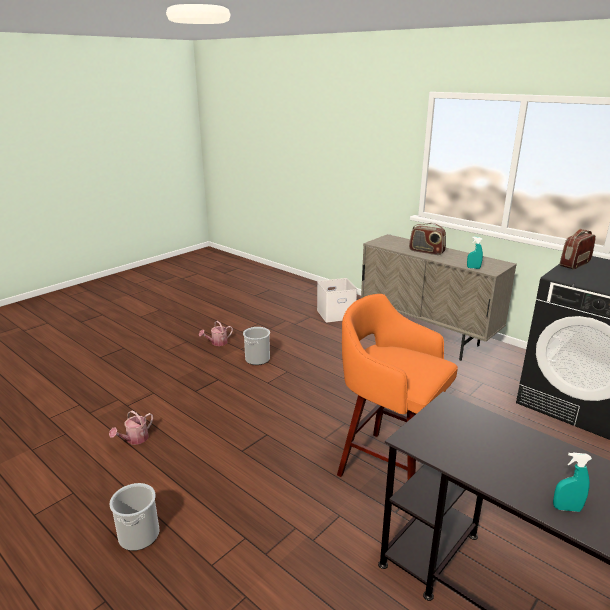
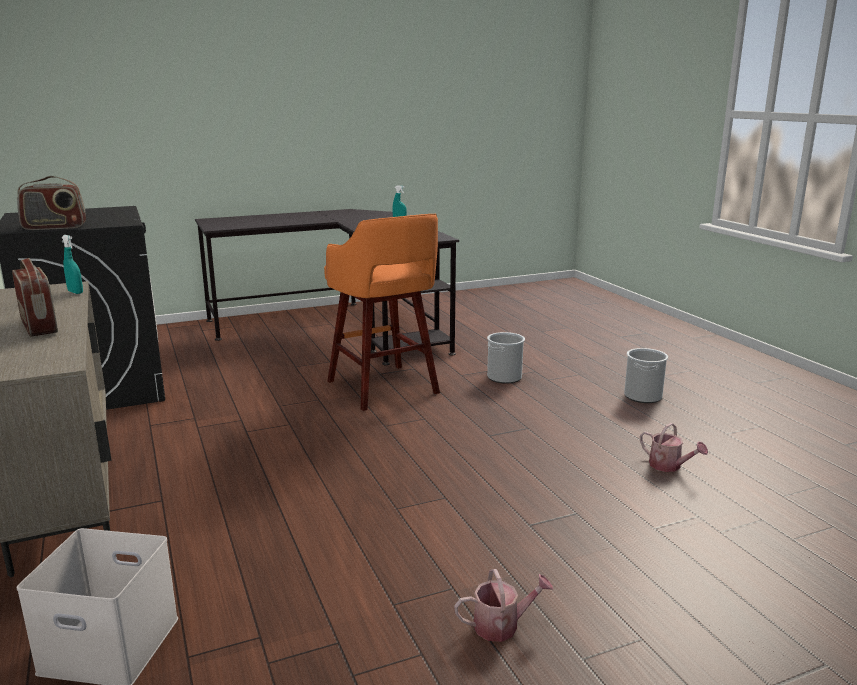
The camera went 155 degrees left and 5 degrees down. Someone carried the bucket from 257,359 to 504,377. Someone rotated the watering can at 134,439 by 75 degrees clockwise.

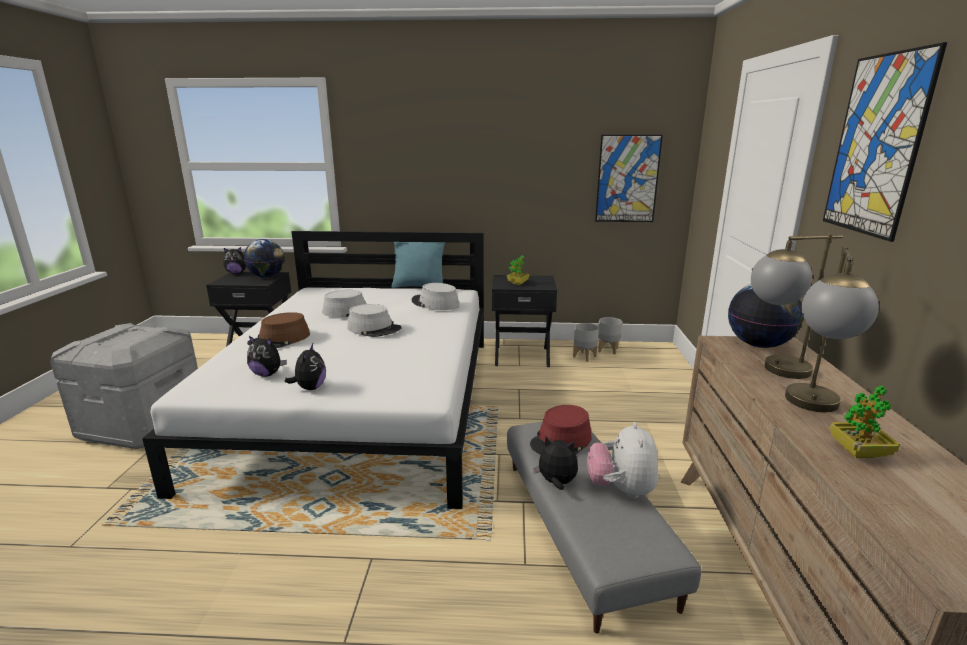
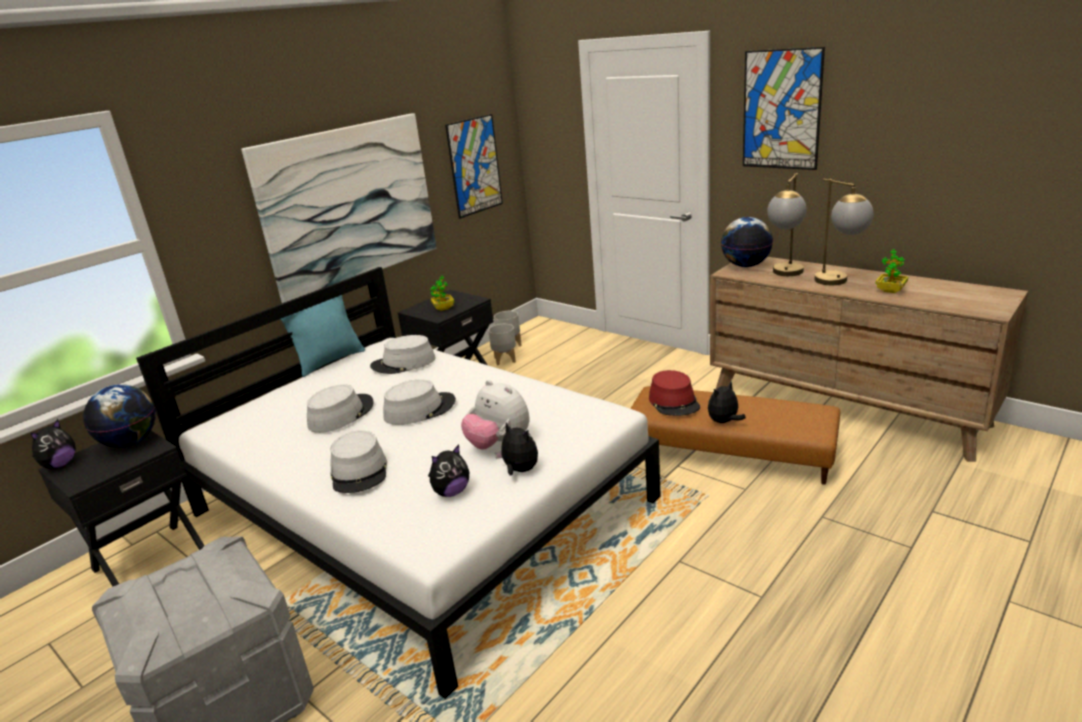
The camera went 50 degrees left and 5 degrees up. Someone put up the wall art at 349,204. Someone repainted the hat/brownish at 280,339, which became the hat/grey at 360,472. Someone carried the plush toy from 621,489 to 499,444. Someone repainted the ottoman/grey at 584,528, which became the ottoman/brownish at 730,451.

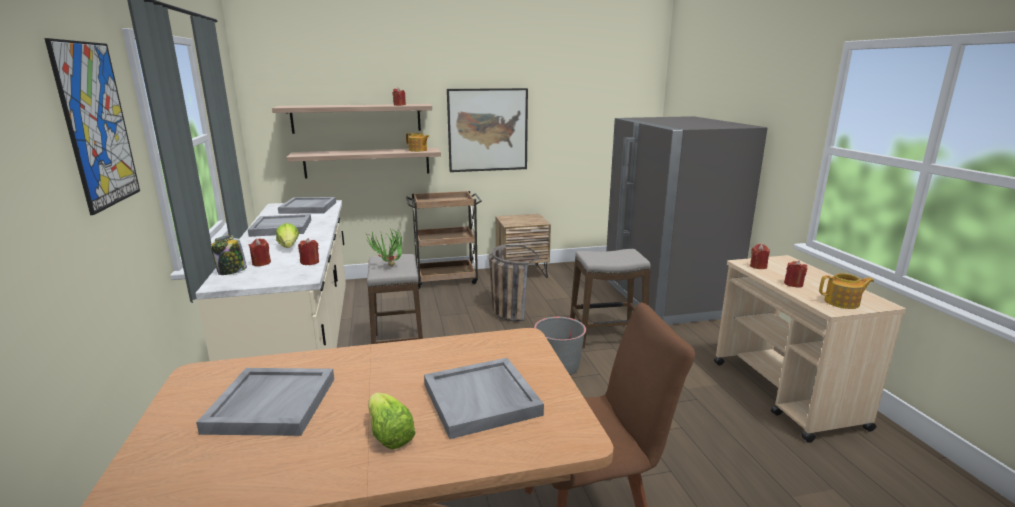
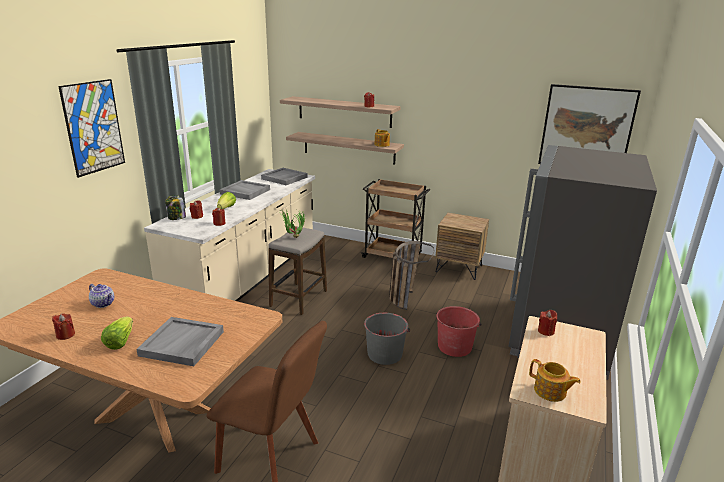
The camera went 35 degrees right and 5 degrees up. Someone carried the wax candle/red from 793,284 to 65,335. Someone swapped the tray/grey at 271,404 for the teapot at 104,304. Someone swapped the stool seat at 606,335 for the bucket/red at 454,346. Someone carried the wall art from 487,130 to 586,128.

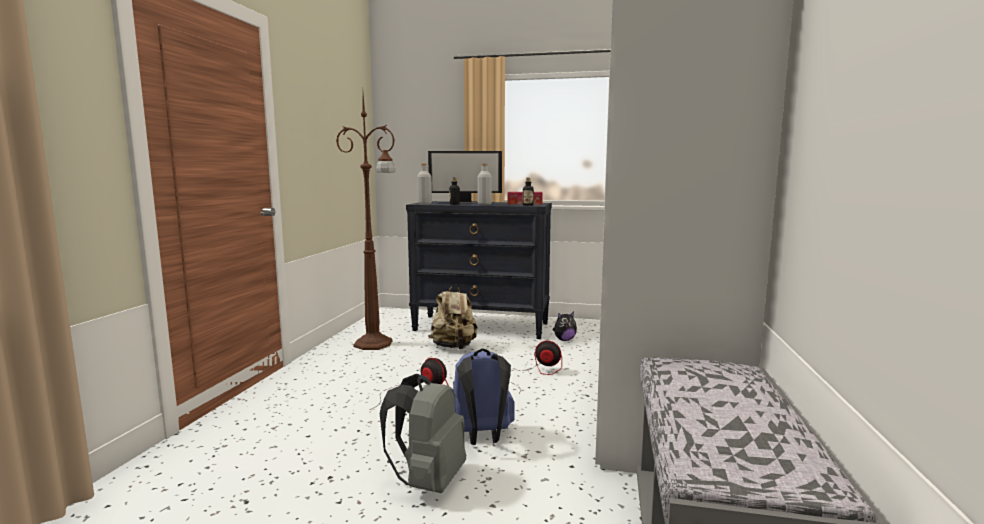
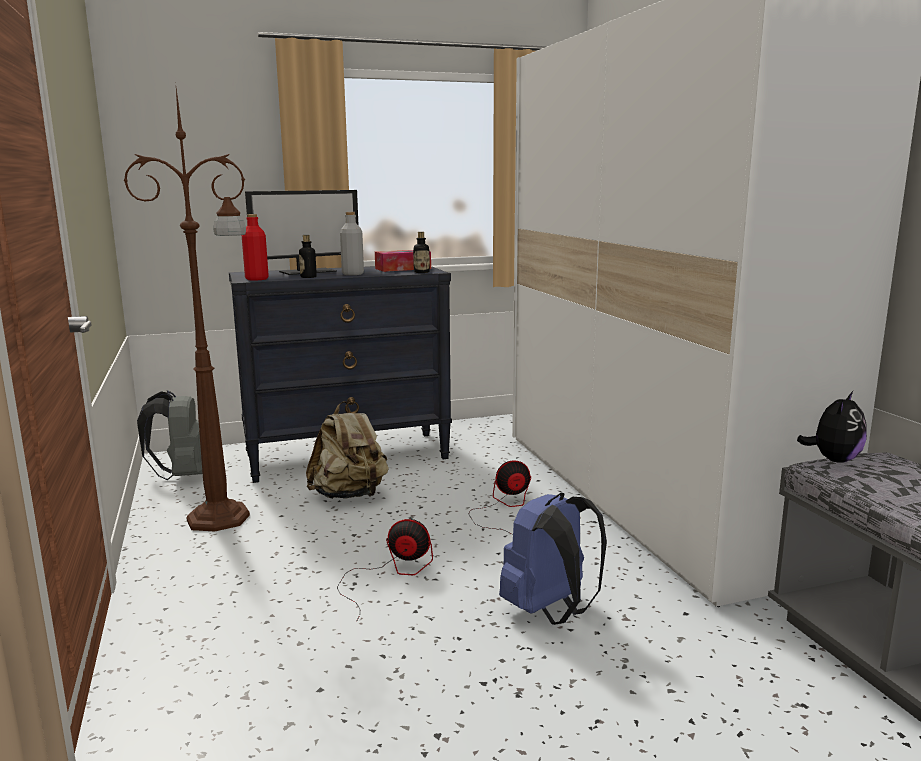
The camera went 30 degrees left and 5 degrees up. Someone carried the knapsack/grey from 428,481 to 182,475. Someone repainted the bottle/grey at 424,203, which became the bottle/red at 257,279. Someone carried the plush toy from 564,340 to 833,460.

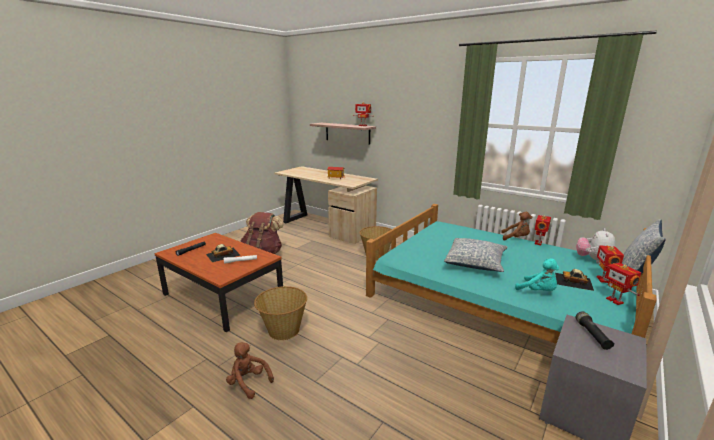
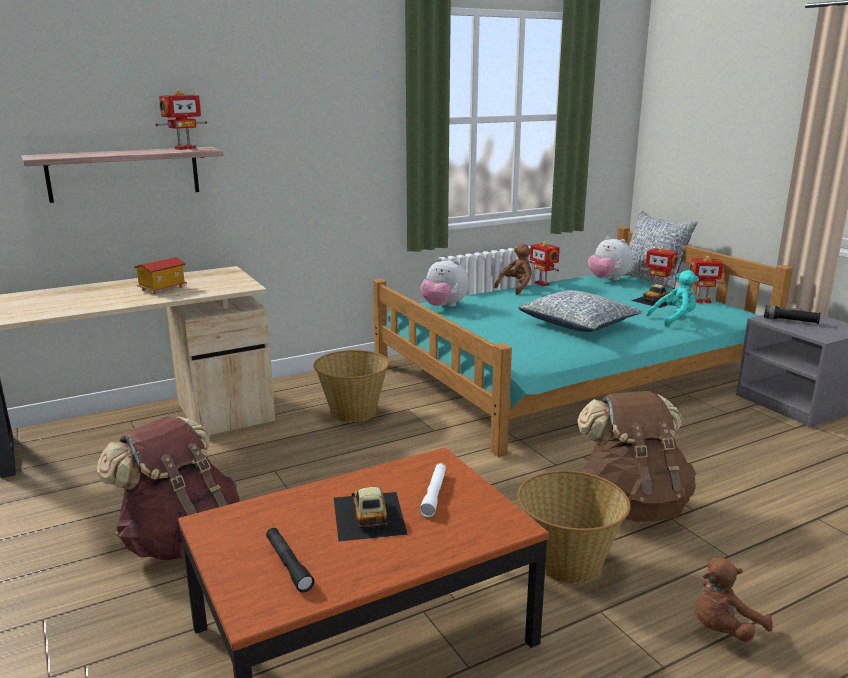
The camera went 65 degrees left and 0 degrees up. Someone put down the plush toy at 443,306. Someone put down the knapsack/brownish at 632,506.

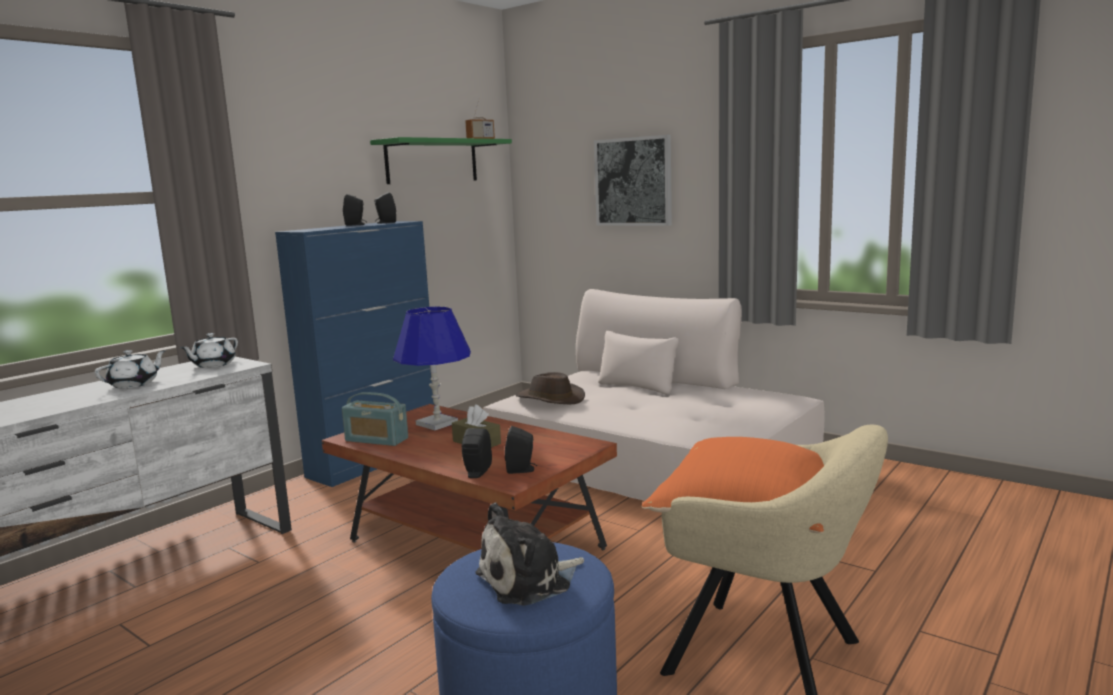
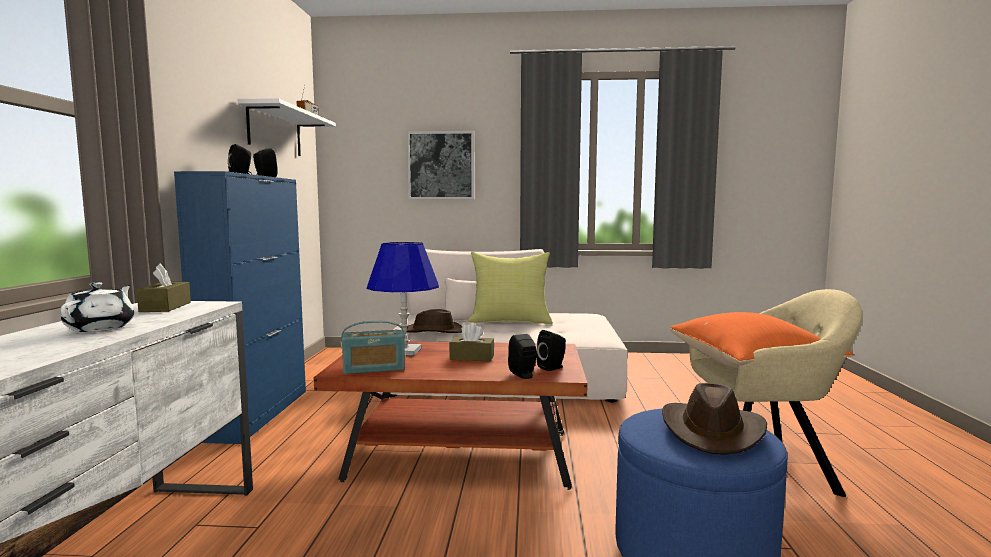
The camera went 35 degrees left and 5 degrees down. Someone swapped the teapot/whitish at 213,365 for the tissue box/brownish at 165,307. Someone repainted the shelf/green at 432,161, which became the shelf/whitish at 275,131. Someone put down the pillow/yellow at 510,321. Someone swapped the plush toy at 529,580 for the hat/brownish at 712,431.

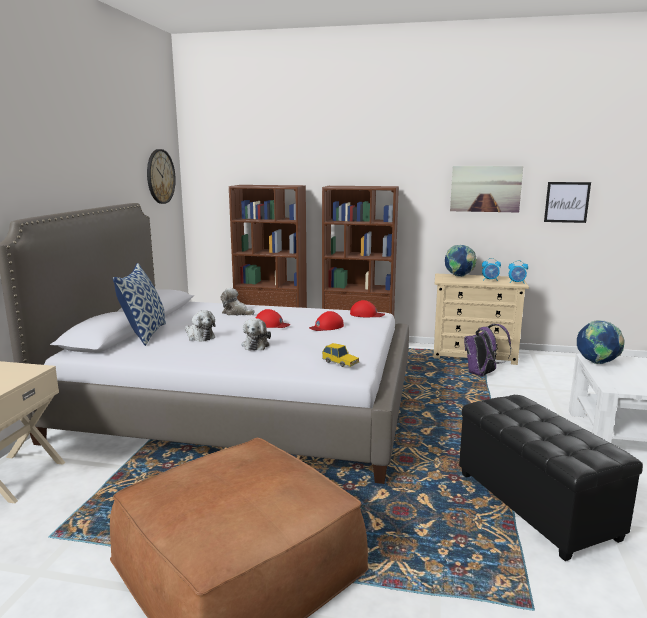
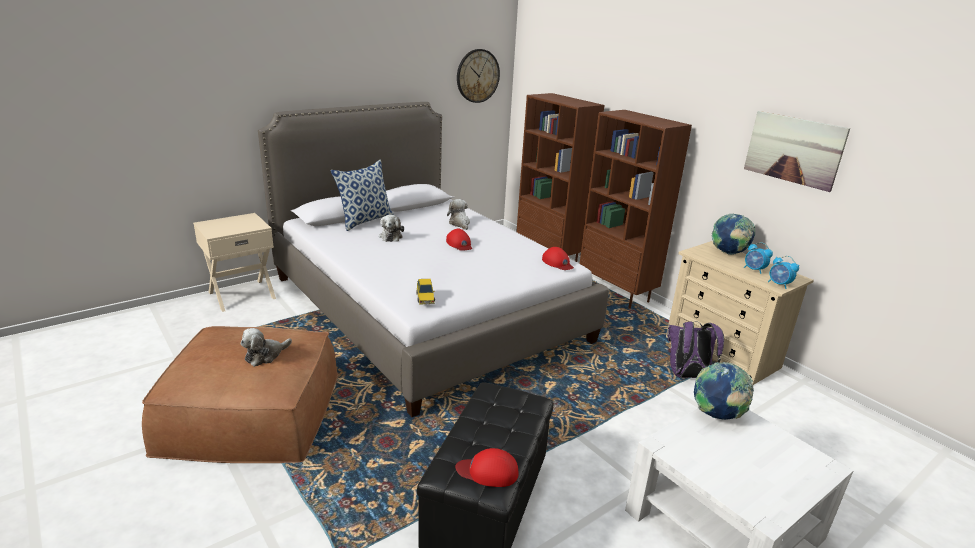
The camera went 40 degrees right and 10 degrees up. Someone carried the plush toy from 256,345 to 265,355. Someone carried the baseball cap/red from 326,327 to 488,471. Someone took away the wall art at 566,202.

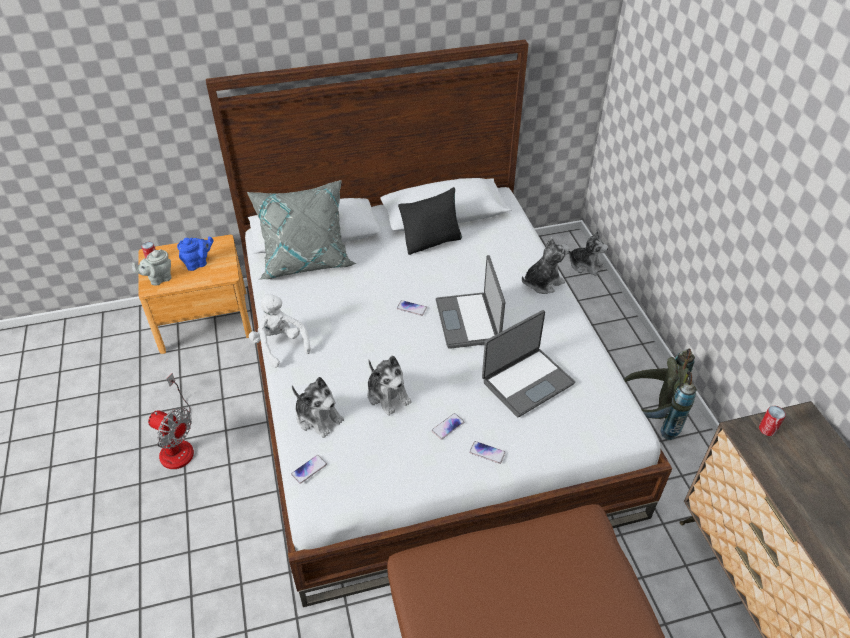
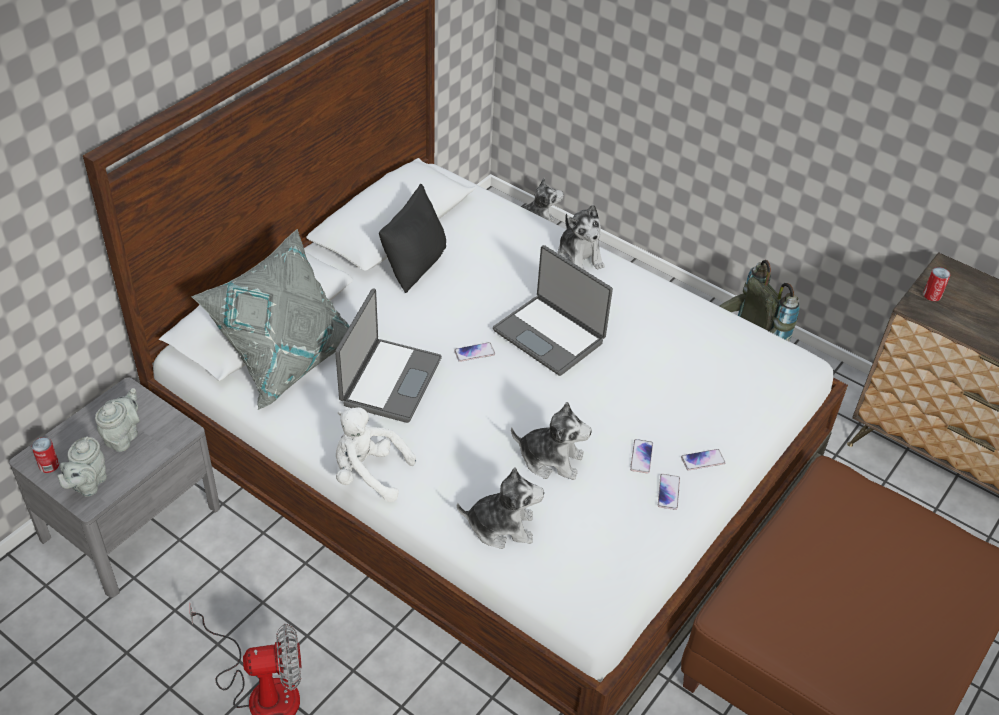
The camera went 40 degrees left and 0 degrees up. Someone repainted the night table/brownish at 204,320, which became the night table/grey at 131,522. Someone repainted the teapot/bluish at 198,263, which became the teapot/grey at 123,436. Someone carried the notebook computer from 526,381 to 389,381. Someone rotated the plush toy at 542,282 by 135 degrees clockwise. Someone carried the handset from 309,469 to 668,492.

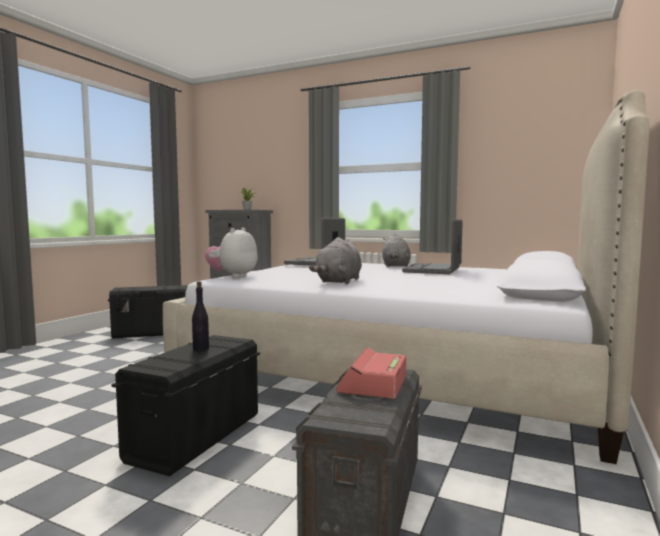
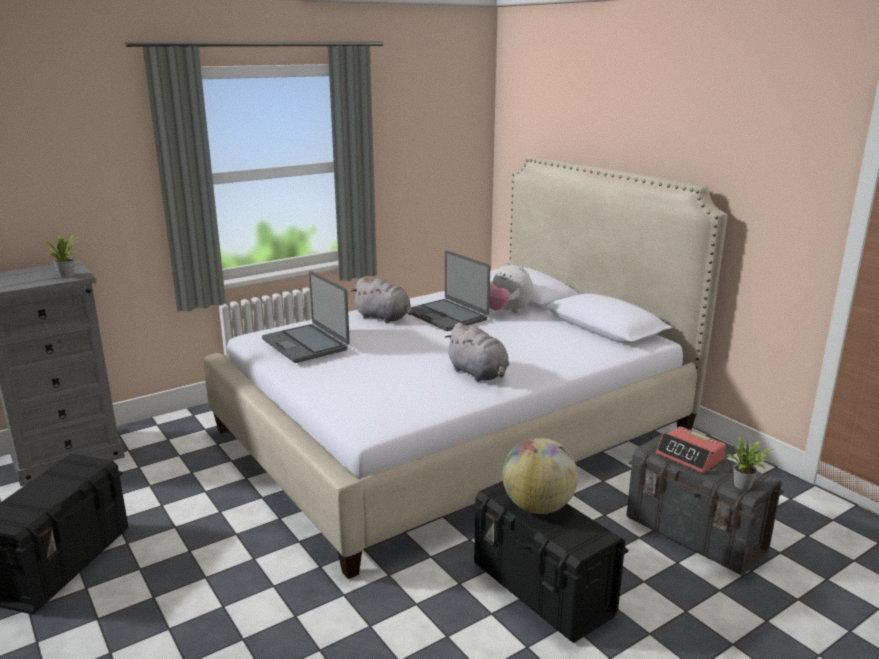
The camera went 60 degrees left and 15 degrees up. Someone carried the plush toy from 233,276 to 506,311. Someone swapped the bottle/blackish at 200,349 for the desk globe at 538,507. Someone put down the houseplant at 745,486.

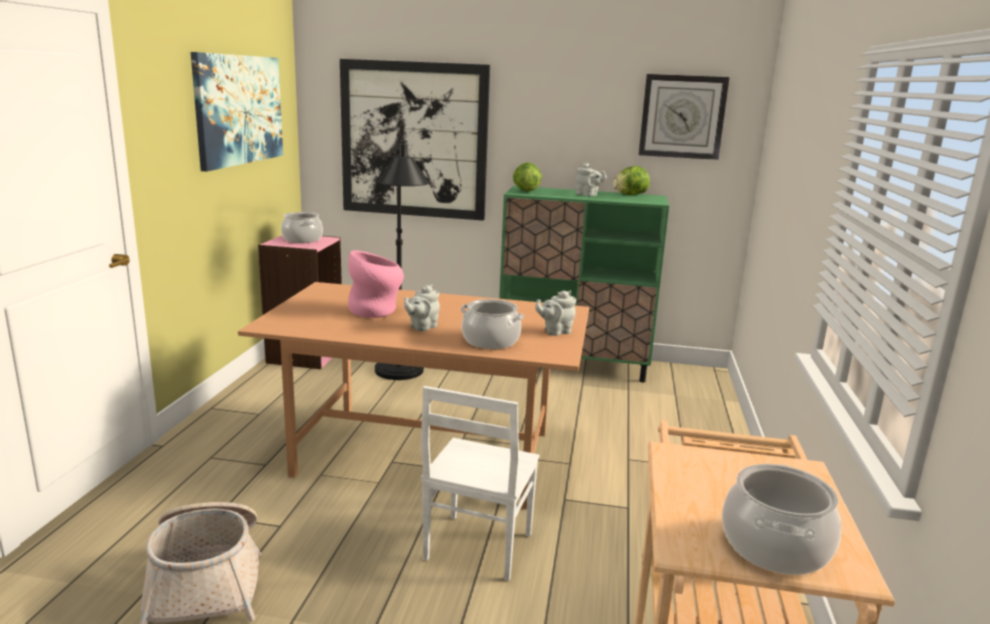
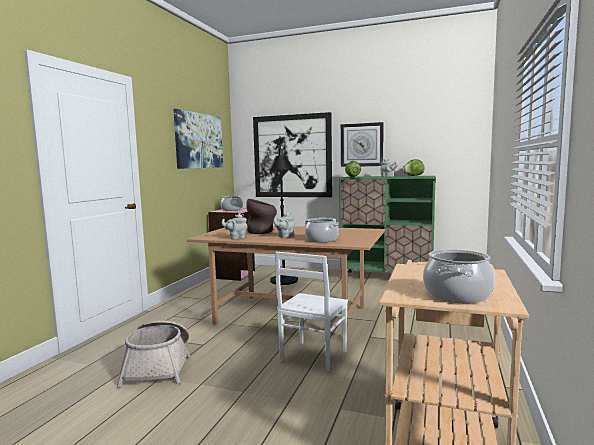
The camera went 10 degrees right and 10 degrees down. Someone carried the teapot/grey from 555,331 to 236,238. Someone repainted the flower vase/pinkish at 376,311, which became the flower vase/brownish at 262,232. Someone carried the wall clock from 682,116 to 361,145.

